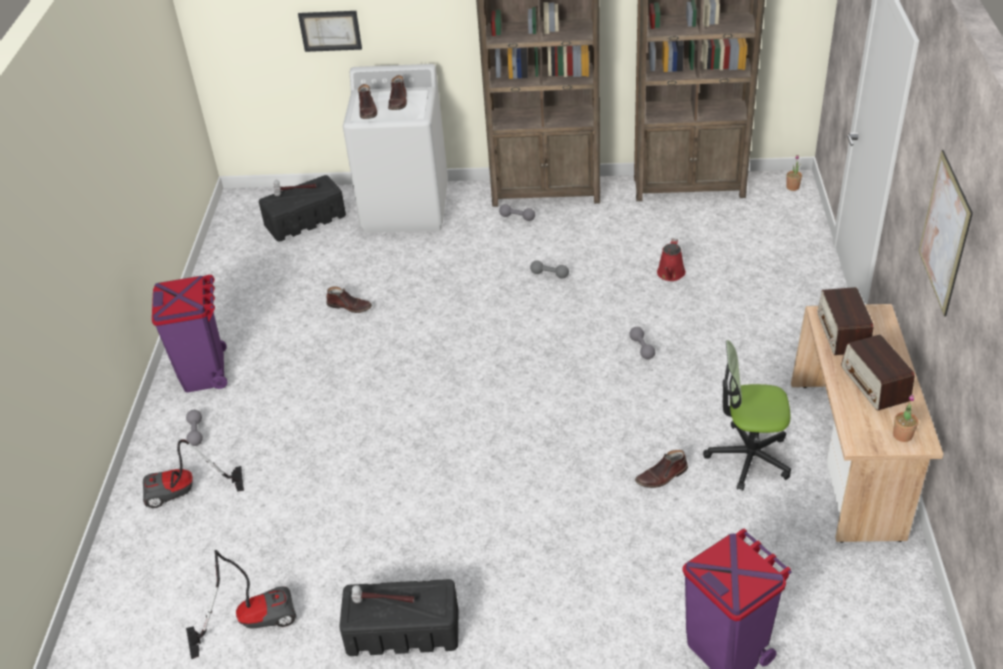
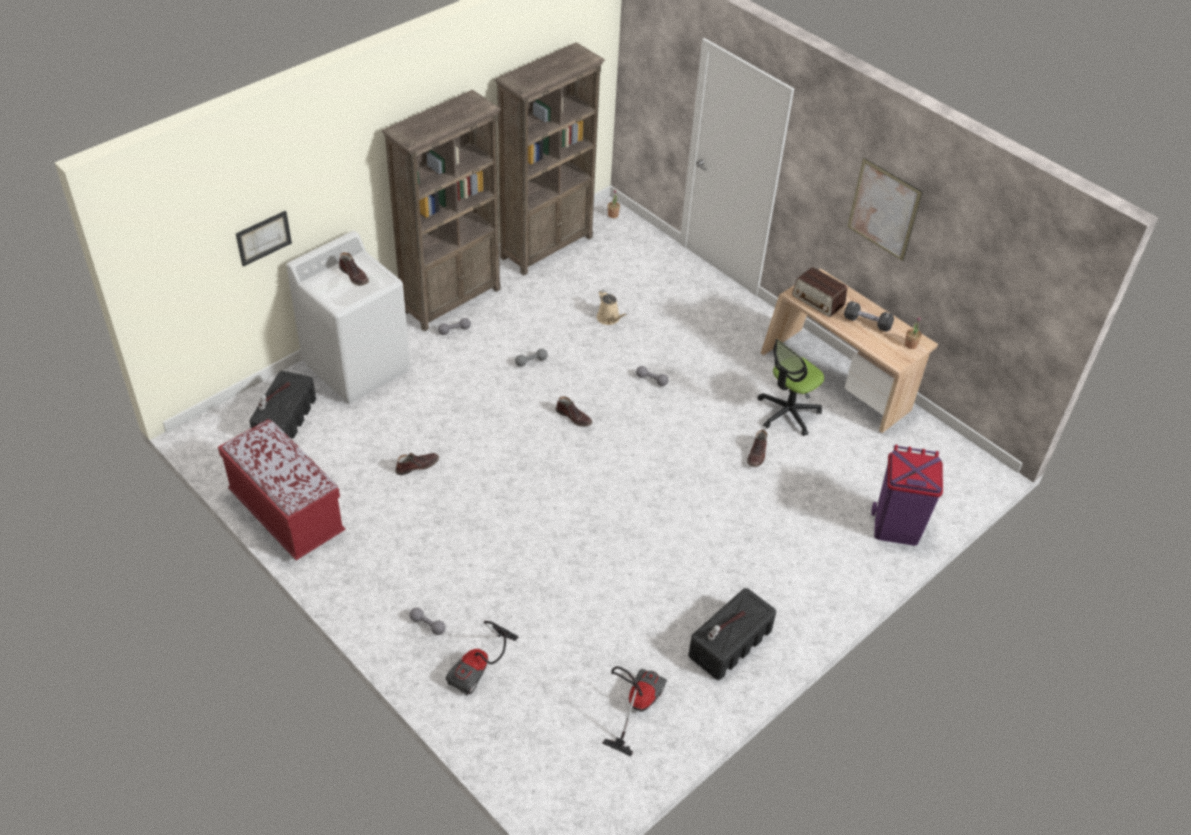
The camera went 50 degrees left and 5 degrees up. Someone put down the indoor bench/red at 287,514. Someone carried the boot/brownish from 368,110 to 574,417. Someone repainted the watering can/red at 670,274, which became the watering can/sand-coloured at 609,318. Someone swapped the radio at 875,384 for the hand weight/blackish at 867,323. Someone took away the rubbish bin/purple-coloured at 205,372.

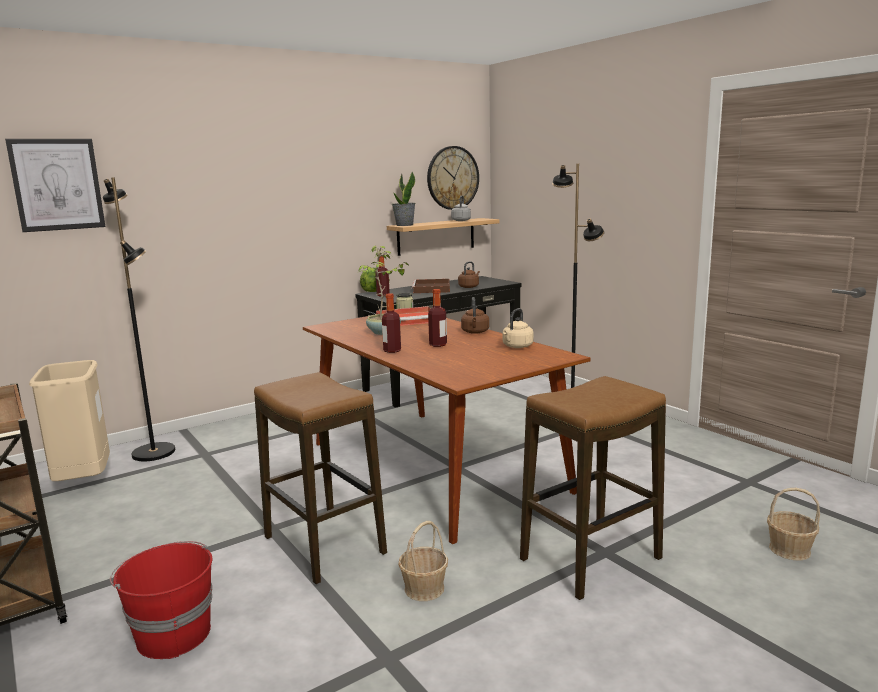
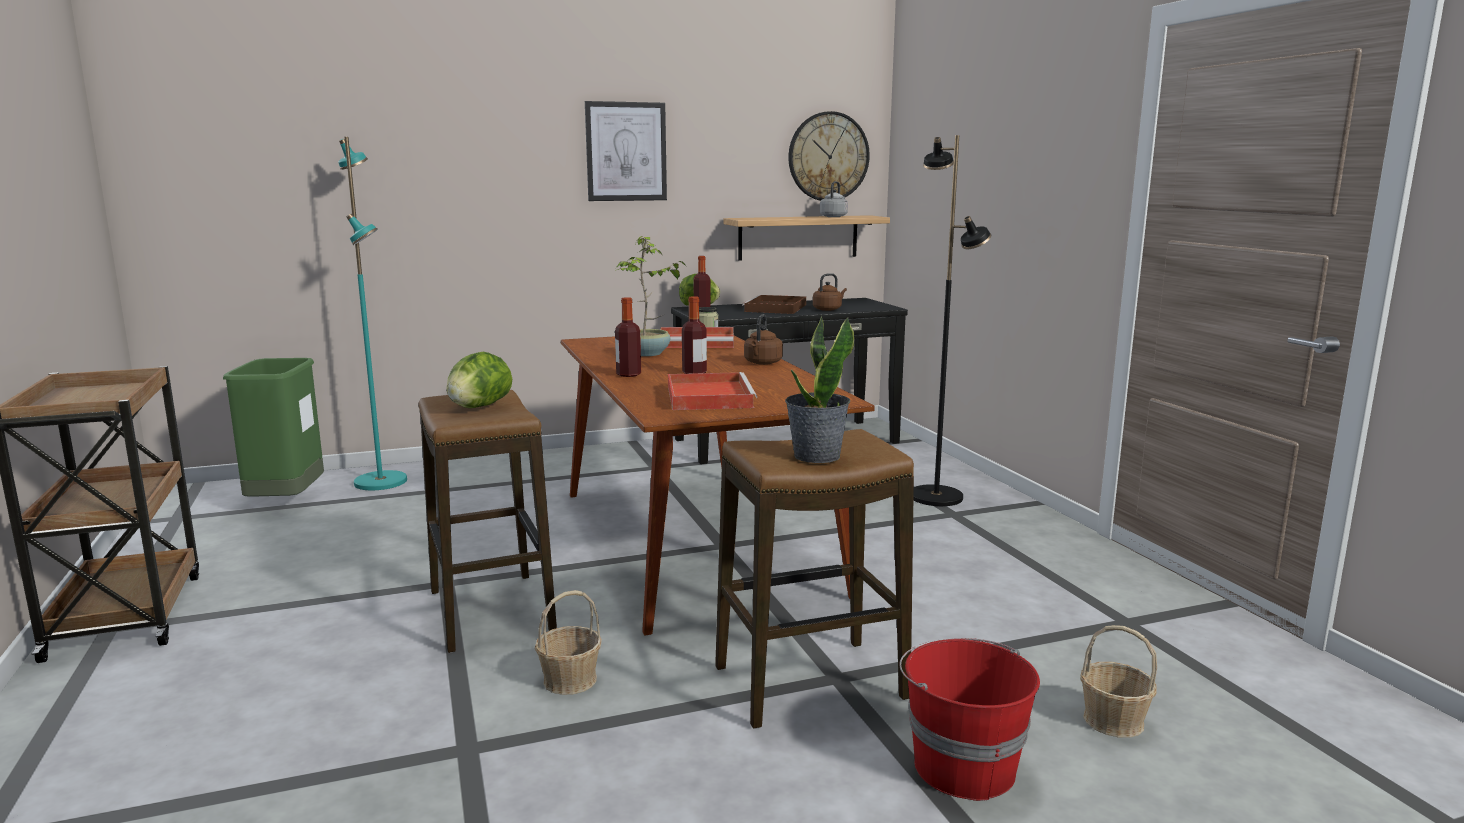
The camera went 15 degrees right and 0 degrees up. Someone repainted the rubbish bin/sand-coloured at 84,481, which became the rubbish bin/green at 287,502. Someone repainted the standing lamp/blackish at 154,452, which became the standing lamp/turquoise at 382,481. Someone put down the lettuce at 479,407. Someone carried the wall art from 57,184 to 626,151. Someone put down the tray/red at 708,396. Someone carried the houseplant from 404,225 to 816,456. Someone carried the bucket/red from 172,634 to 962,766. Someone took away the kettle/sand-coloured at 516,346.

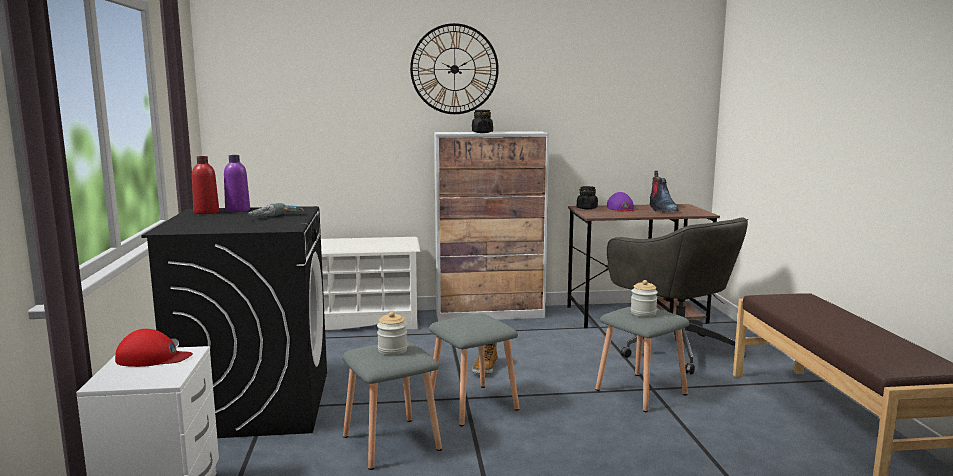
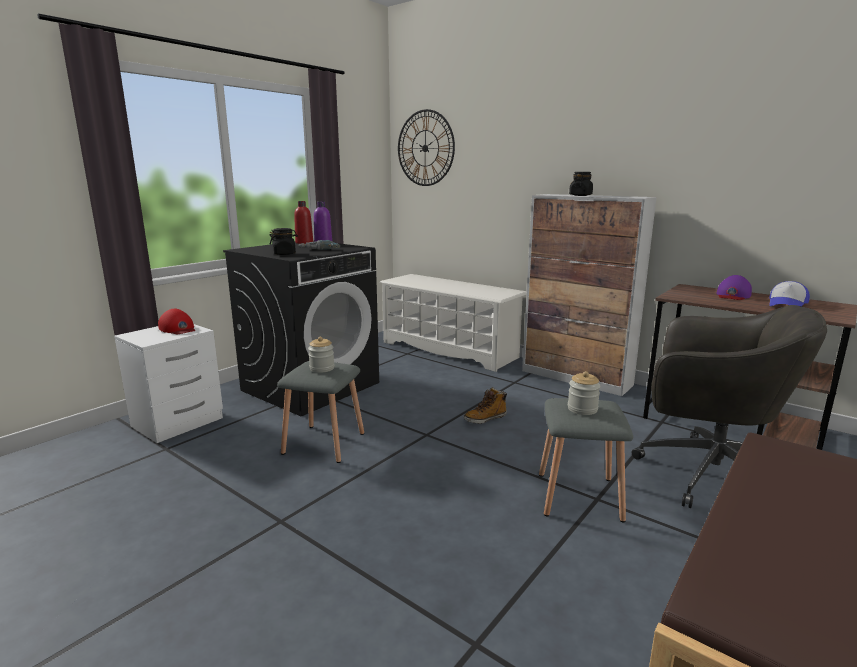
The camera went 45 degrees right and 5 degrees up. Someone carried the jar/blackish from 587,208 to 284,254. Someone carried the wall clock from 454,69 to 425,148. Someone rotated the computer chair/grey at 674,349 by 75 degrees counterclockwise. Someone swapped the boot at 661,209 for the baseball cap at 787,304. Someone took away the stool seat/grey at 471,404.

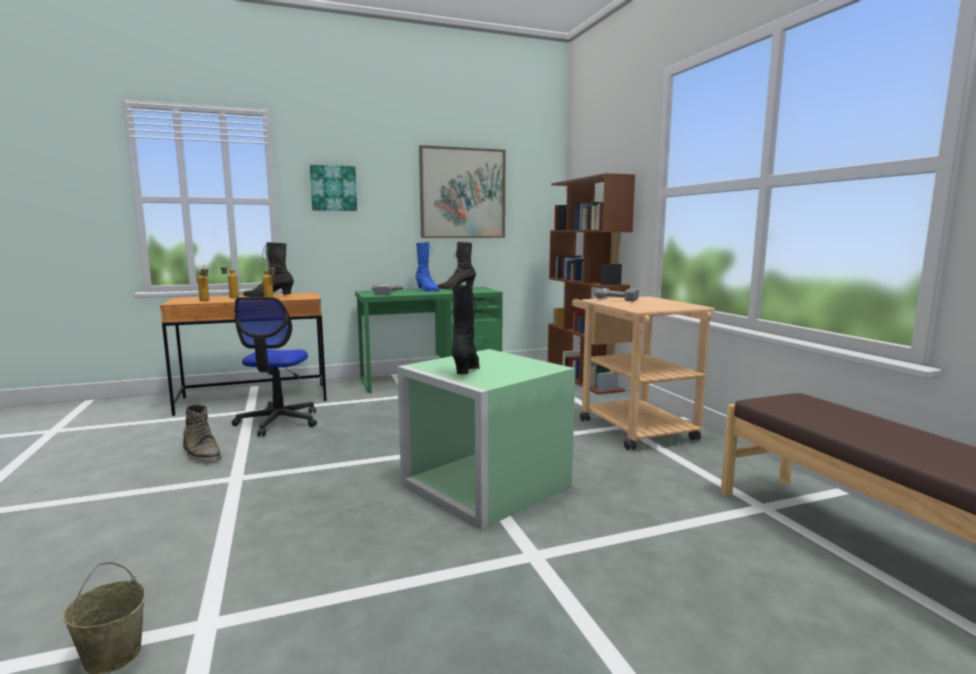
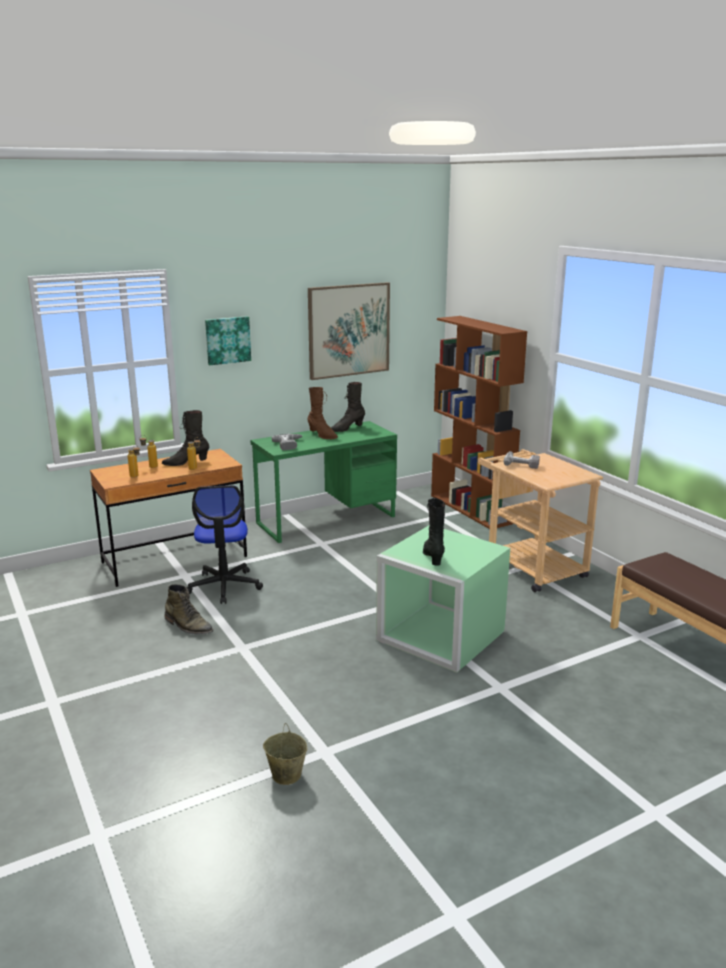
The camera went 10 degrees left and 10 degrees up. Someone repainted the boot/bluish at 427,290, which became the boot/brownish at 322,435.

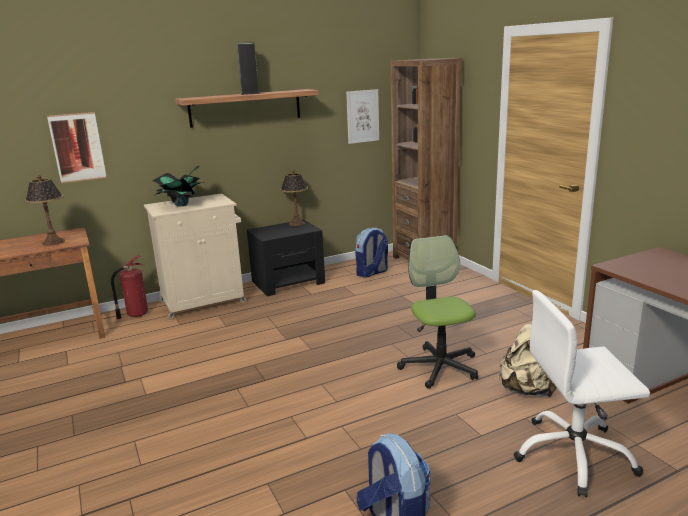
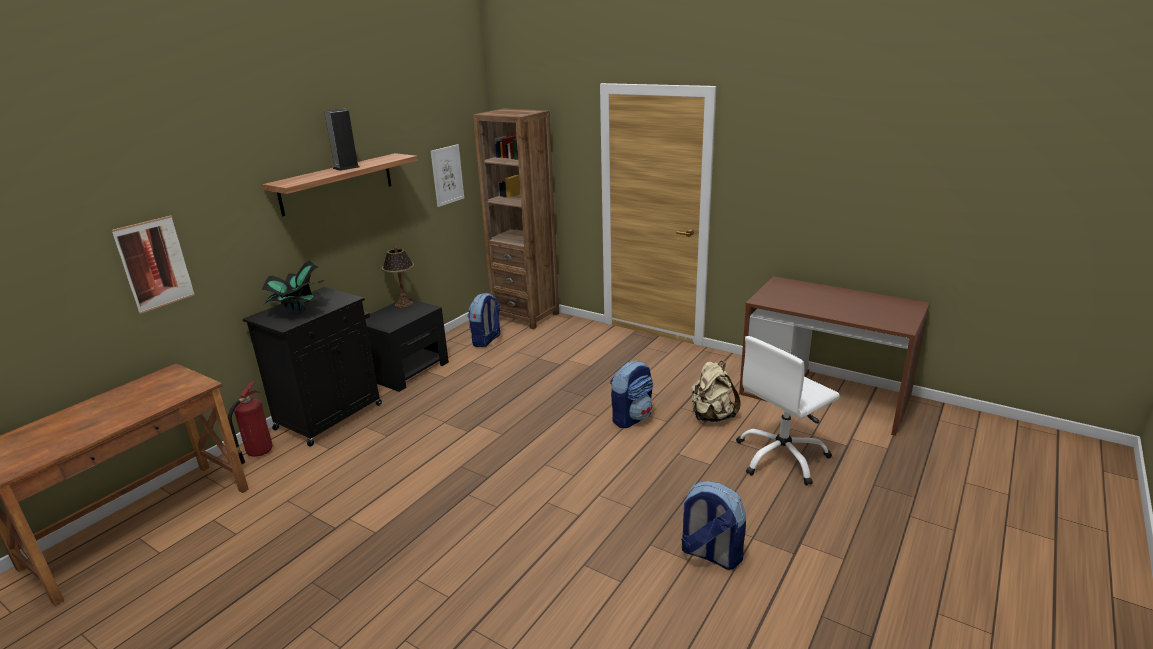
The camera went 30 degrees left and 5 degrees up. Someone repainted the storage cabinet/sand-coloured at 204,302, which became the storage cabinet/blackish at 331,416. Someone swapped the computer chair at 440,367 for the knapsack at 632,417. Someone took away the lamp for a table at 53,242.

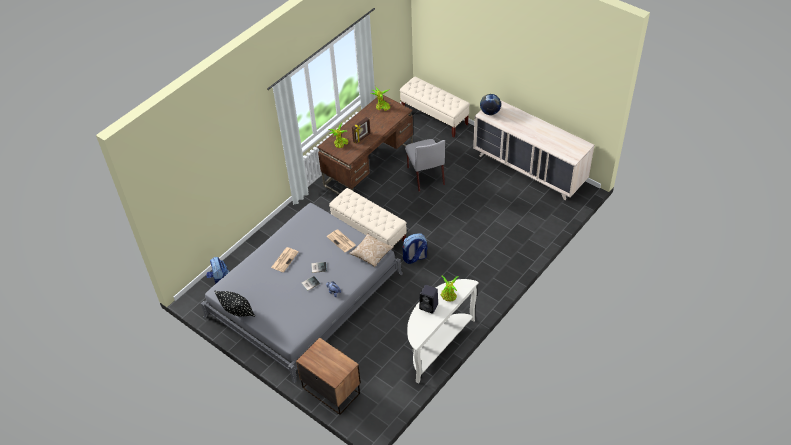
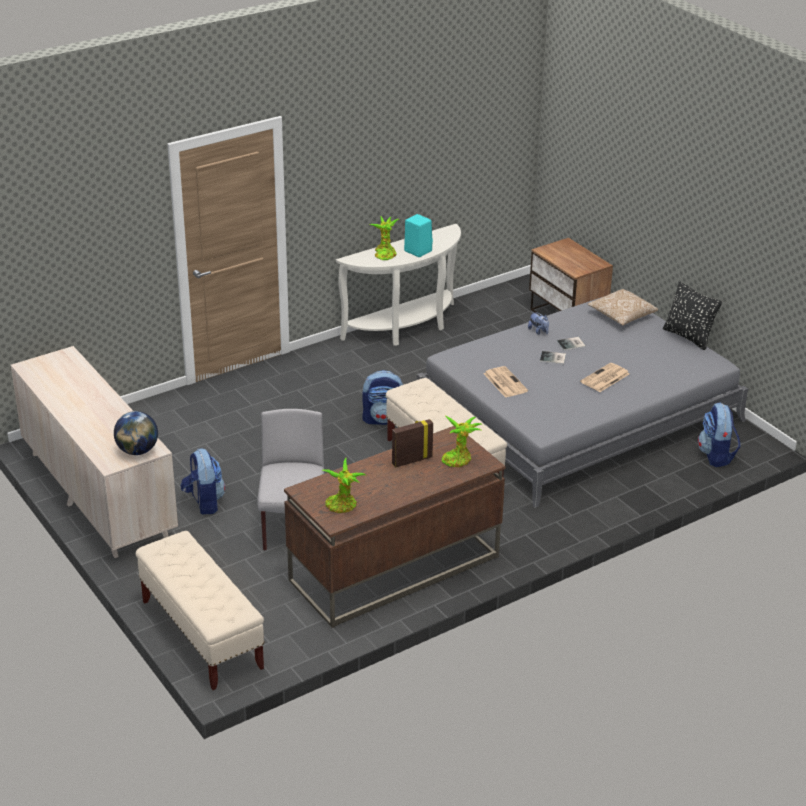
The camera went 165 degrees left and 15 degrees down. Someone put down the knapsack at 204,502. Someone repainted the audio speaker/blackish at 429,306, which became the audio speaker/turquoise at 417,251. Someone carried the pillow from 371,254 to 621,316.

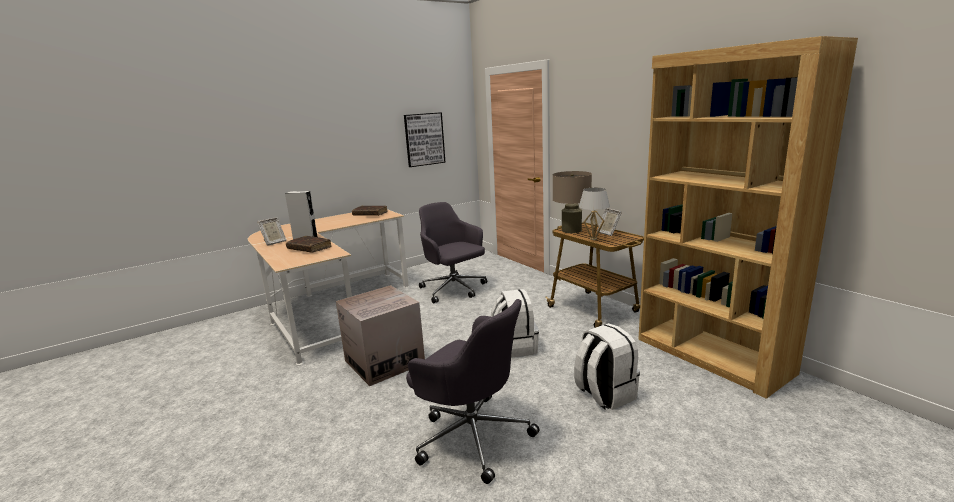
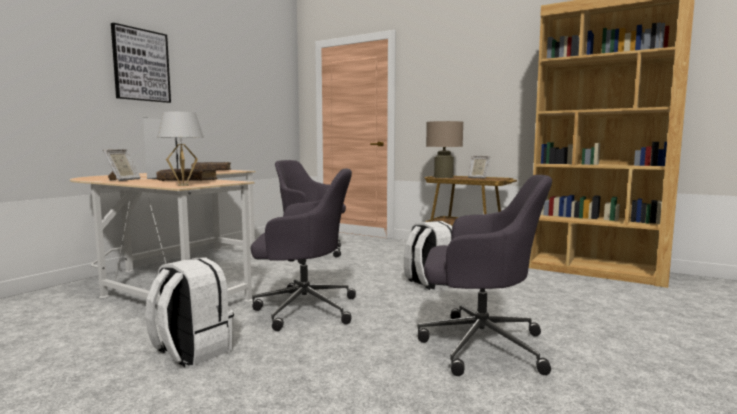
The camera went 25 degrees left and 10 degrees down. Someone carried the wall art from 424,139 to 141,65. Someone carried the knapsack/whitish from 604,394 to 191,352. Someone carried the lamp for a table/whitish from 593,239 to 183,185. Someone swapped the carton at 384,362 for the computer chair/grey at 303,308.

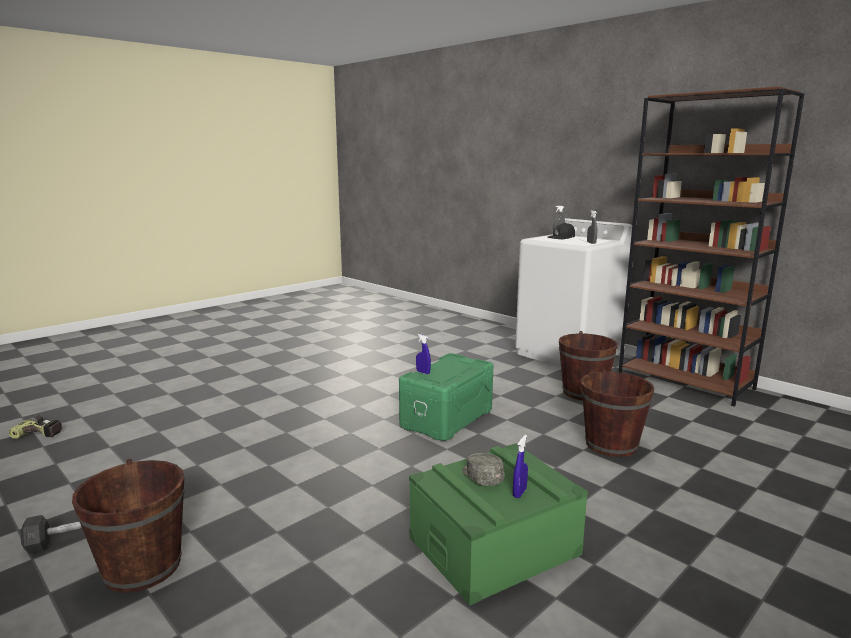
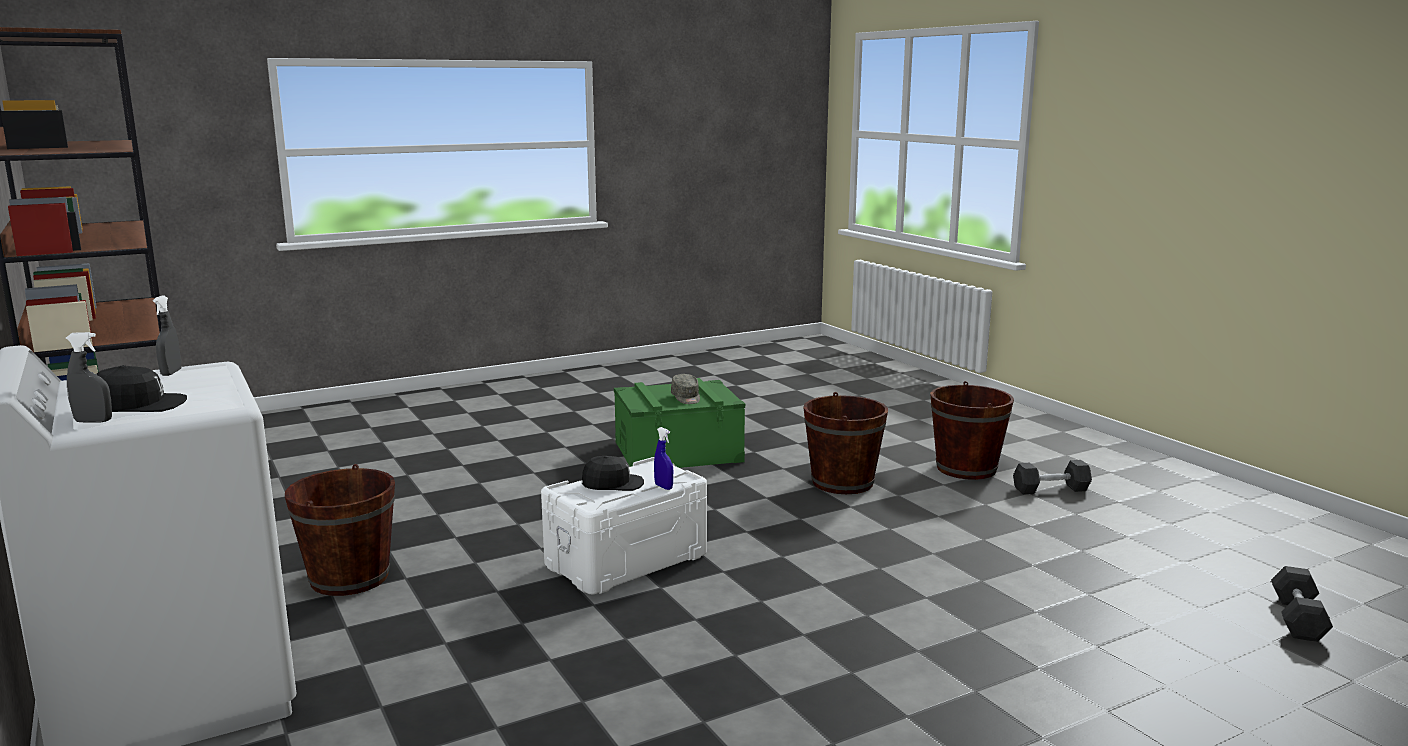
The camera went 165 degrees left and 0 degrees up. Someone repainted the storage box/green at 448,418, which became the storage box/whitish at 625,560. Someone put down the baseball cap/blackish at 612,484. Someone carried the bucket/brownish from 611,444 to 842,482. Someone swapped the electric drill at 42,431 for the hand weight/grey at 1297,618. Someone took away the sprayer/bluish at 519,493.

